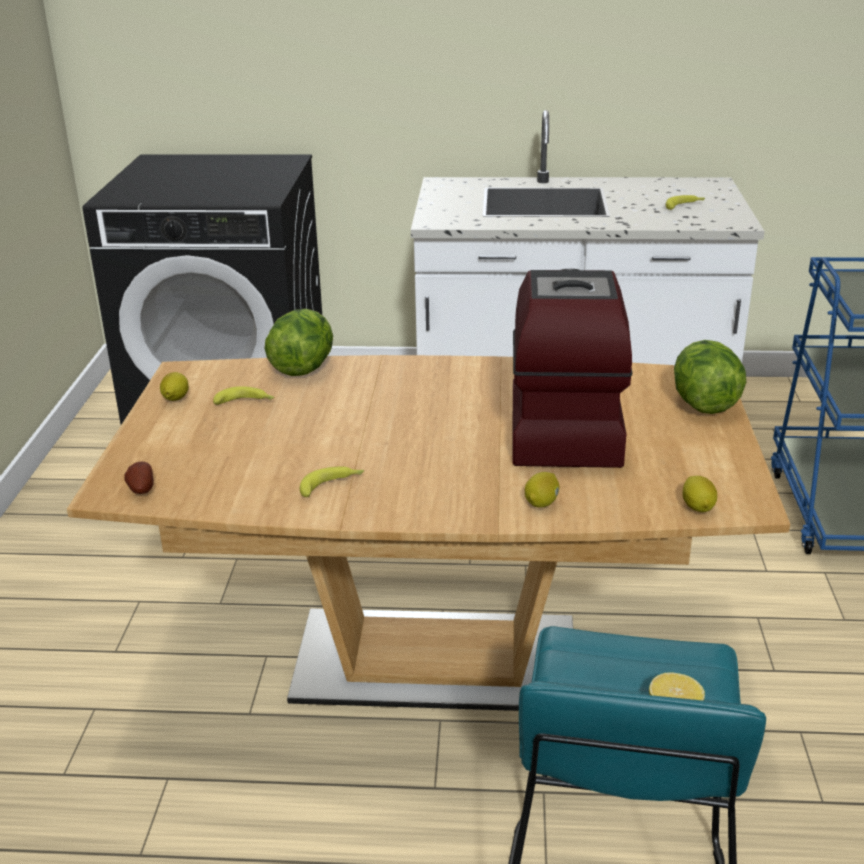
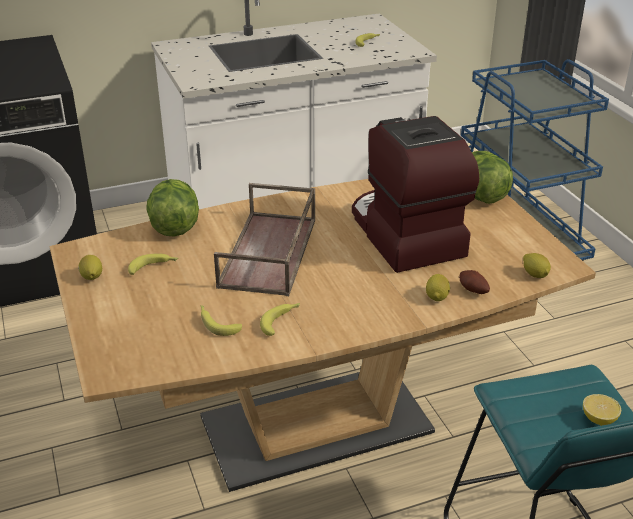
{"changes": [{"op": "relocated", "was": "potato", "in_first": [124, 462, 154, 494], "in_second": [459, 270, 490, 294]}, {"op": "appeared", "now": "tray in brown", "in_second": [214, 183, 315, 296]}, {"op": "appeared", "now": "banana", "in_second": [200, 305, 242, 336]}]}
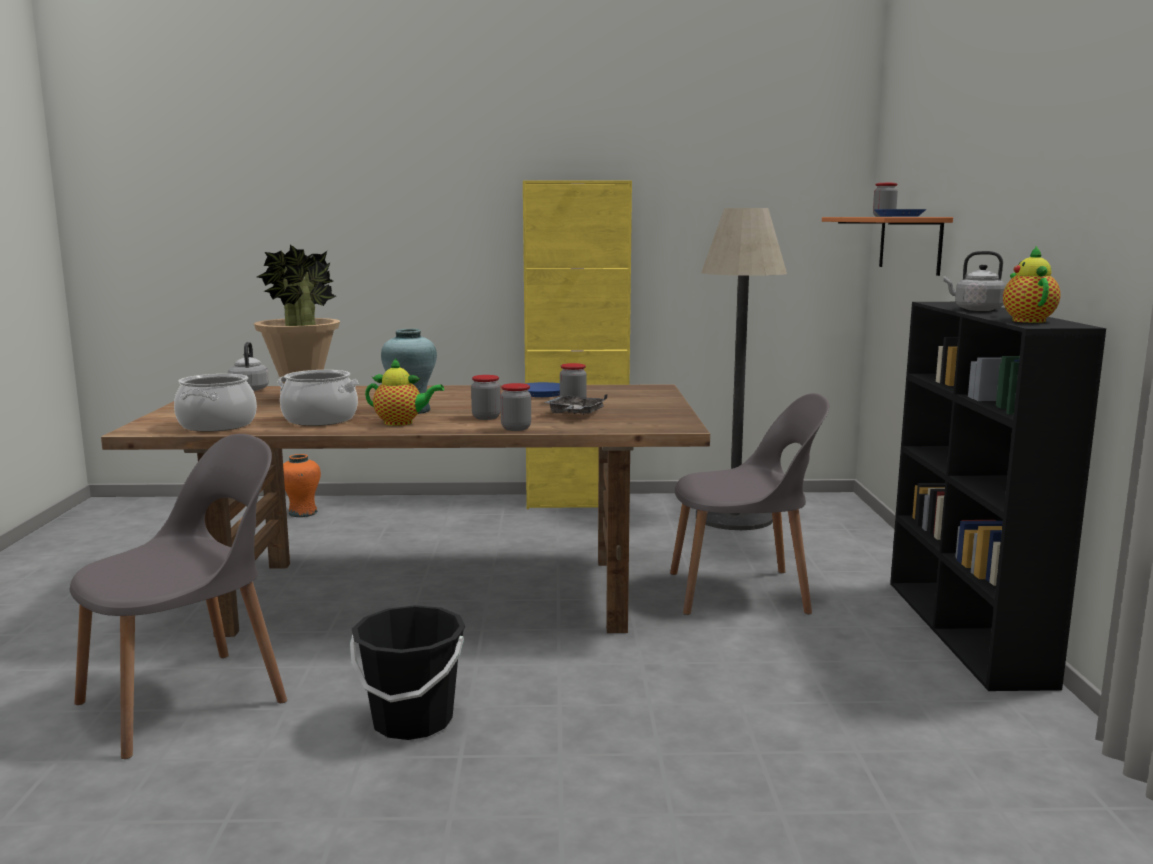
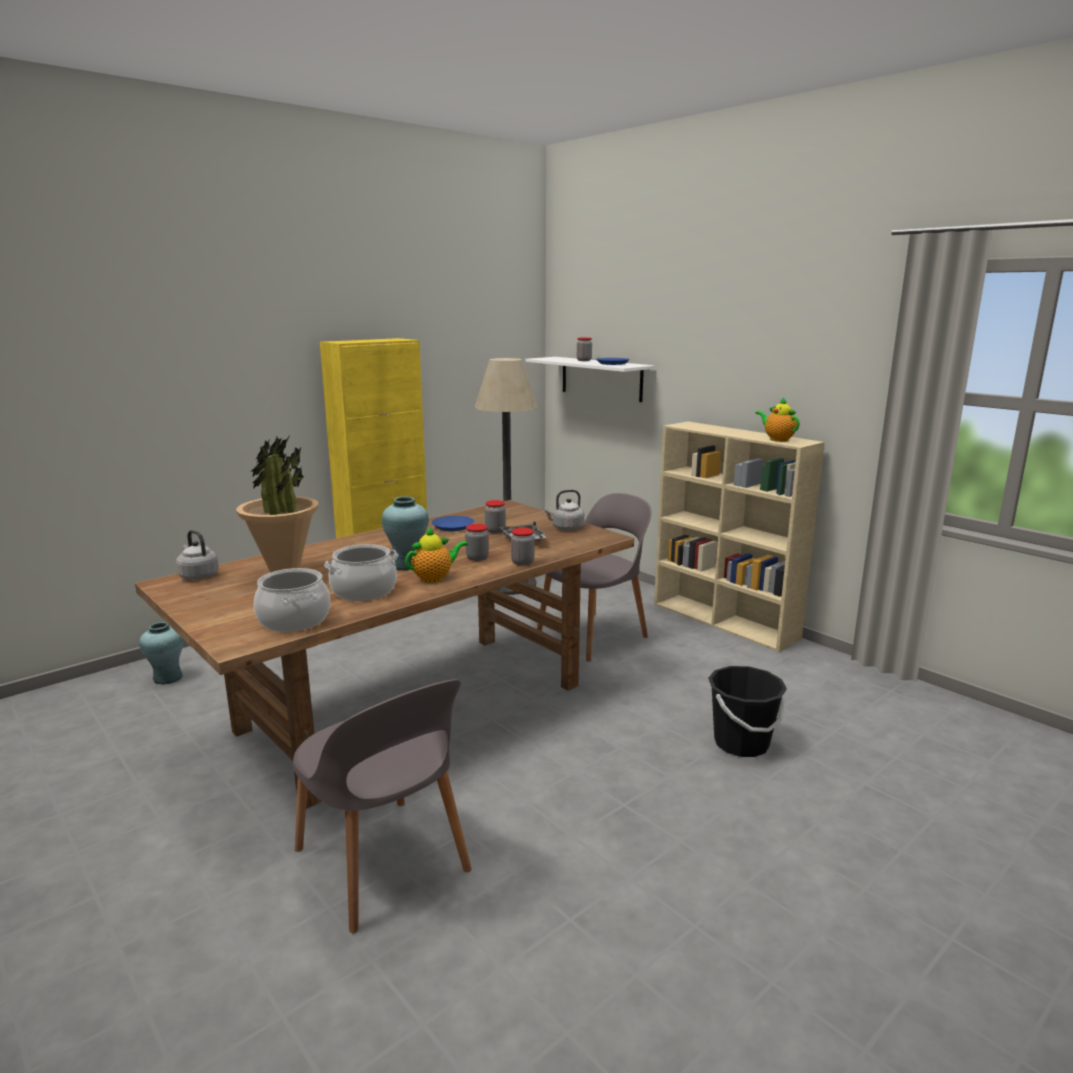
{"changes": [{"op": "colour", "was": "shelf in orange", "now": "shelf in white", "in_first": [822, 217, 953, 276], "in_second": [525, 357, 655, 402]}, {"op": "relocated", "was": "kettle in grey", "in_first": [943, 251, 1006, 311], "in_second": [543, 490, 585, 531]}, {"op": "colour", "was": "bookcase in black", "now": "bookcase in beige", "in_first": [890, 302, 1106, 691], "in_second": [654, 422, 825, 652]}, {"op": "spun", "was": "chair in grey", "in_first": [70, 434, 287, 759], "in_second": [293, 679, 472, 933], "clockwise": 135}, {"op": "colour", "was": "vase in orange", "now": "vase in turquoise", "in_first": [283, 454, 321, 517], "in_second": [139, 622, 184, 684]}, {"op": "relocated", "was": "bucket in black", "in_first": [350, 605, 466, 740], "in_second": [708, 666, 787, 757]}]}
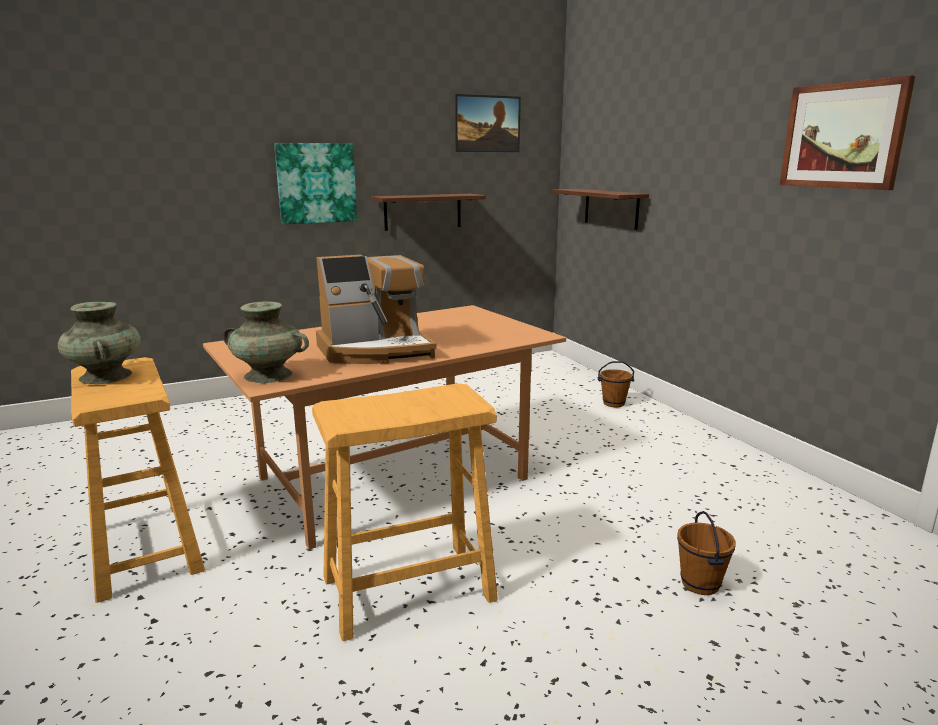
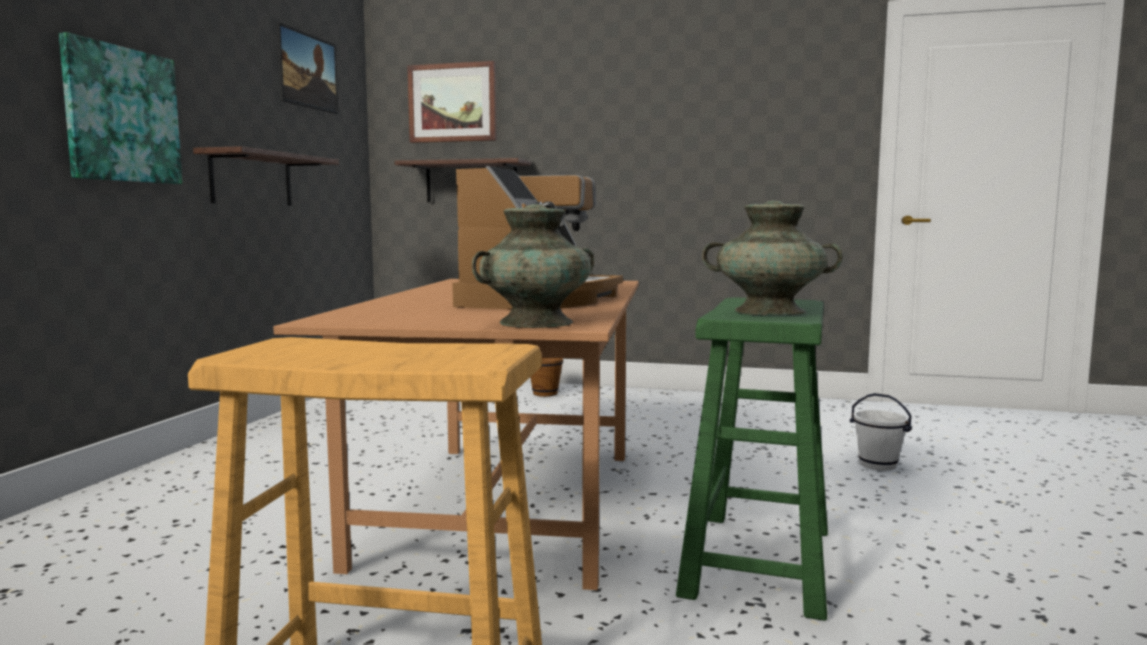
{"changes": [{"op": "relocated", "was": "picture", "in_first": [780, 75, 915, 190], "in_second": [407, 61, 497, 143]}, {"op": "relocated", "was": "vase in turquoise", "in_first": [58, 302, 141, 384], "in_second": [702, 201, 842, 315]}, {"op": "colour", "was": "stool in beige", "now": "stool in green", "in_first": [312, 383, 498, 641], "in_second": [676, 297, 828, 621]}, {"op": "colour", "was": "bucket in brown", "now": "bucket in white", "in_first": [677, 511, 736, 595], "in_second": [850, 393, 912, 471]}]}
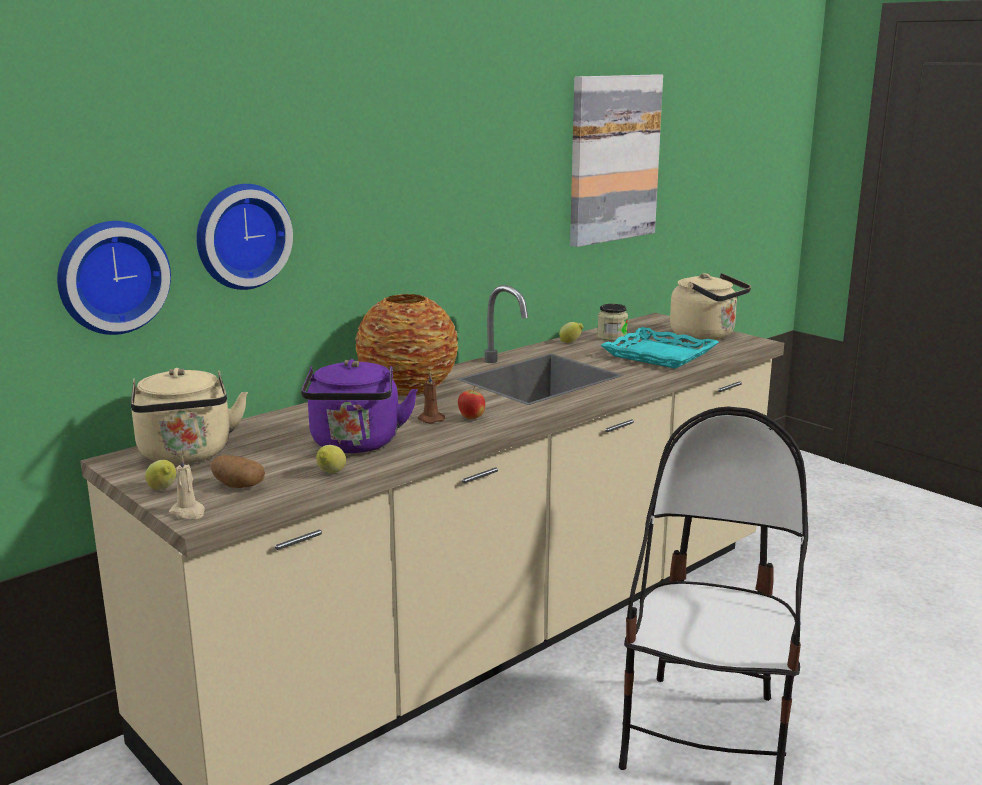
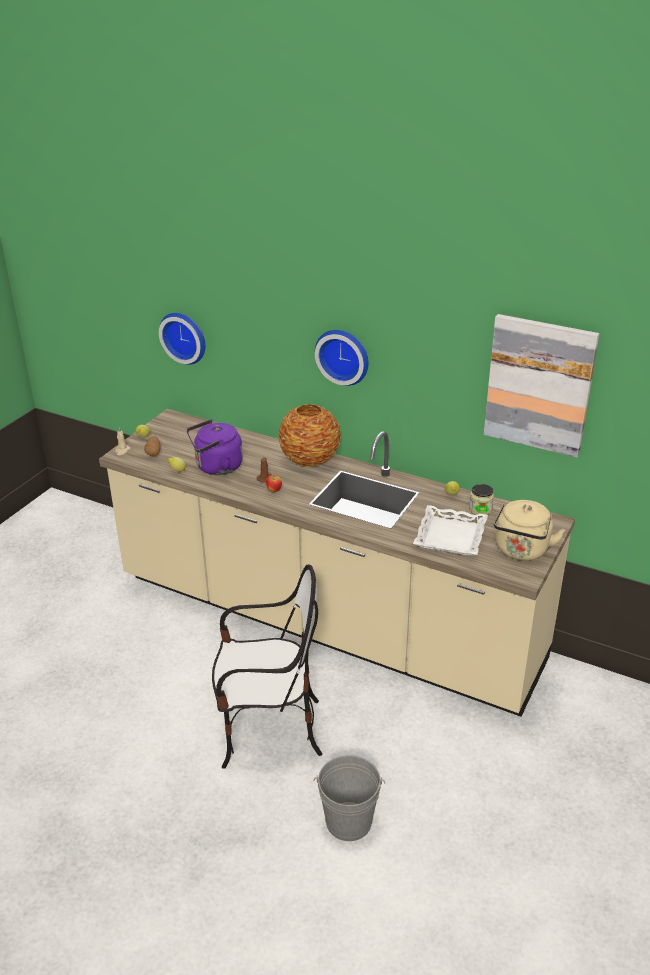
{"changes": [{"op": "relocated", "was": "wall clock", "in_first": [196, 184, 293, 290], "in_second": [315, 330, 368, 386]}, {"op": "colour", "was": "tray in turquoise", "now": "tray in white", "in_first": [601, 327, 719, 369], "in_second": [413, 505, 488, 556]}, {"op": "missing", "was": "kettle in beige", "in_first": [131, 368, 248, 464]}, {"op": "appeared", "now": "bucket in grey", "in_second": [313, 755, 385, 841]}]}
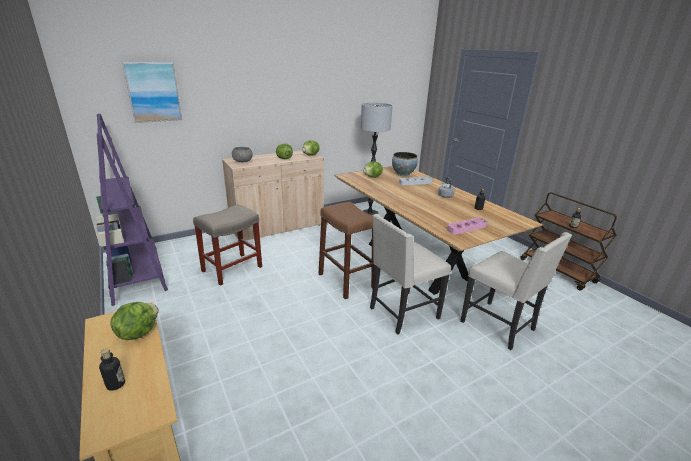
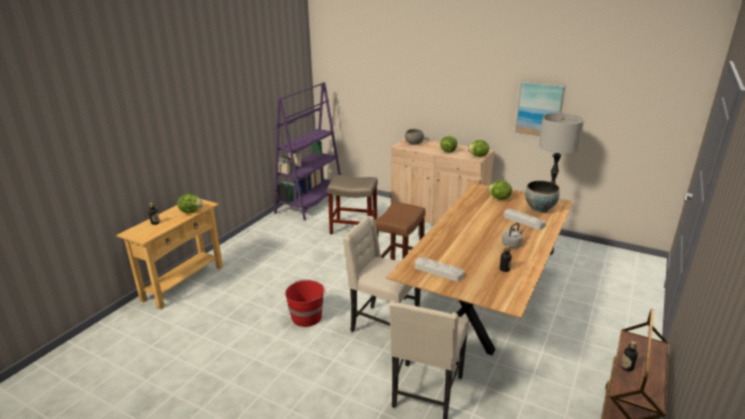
{"changes": [{"op": "relocated", "was": "picture", "in_first": [122, 62, 182, 123], "in_second": [515, 81, 566, 136]}, {"op": "colour", "was": "tray in pink", "now": "tray in grey", "in_first": [447, 218, 487, 234], "in_second": [415, 257, 464, 281]}, {"op": "appeared", "now": "bucket in red", "in_second": [285, 280, 326, 327]}]}
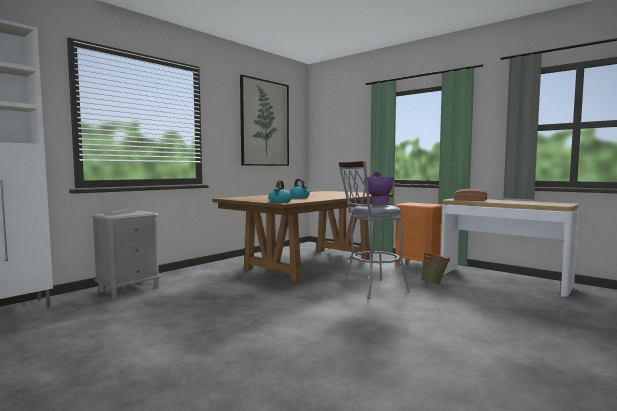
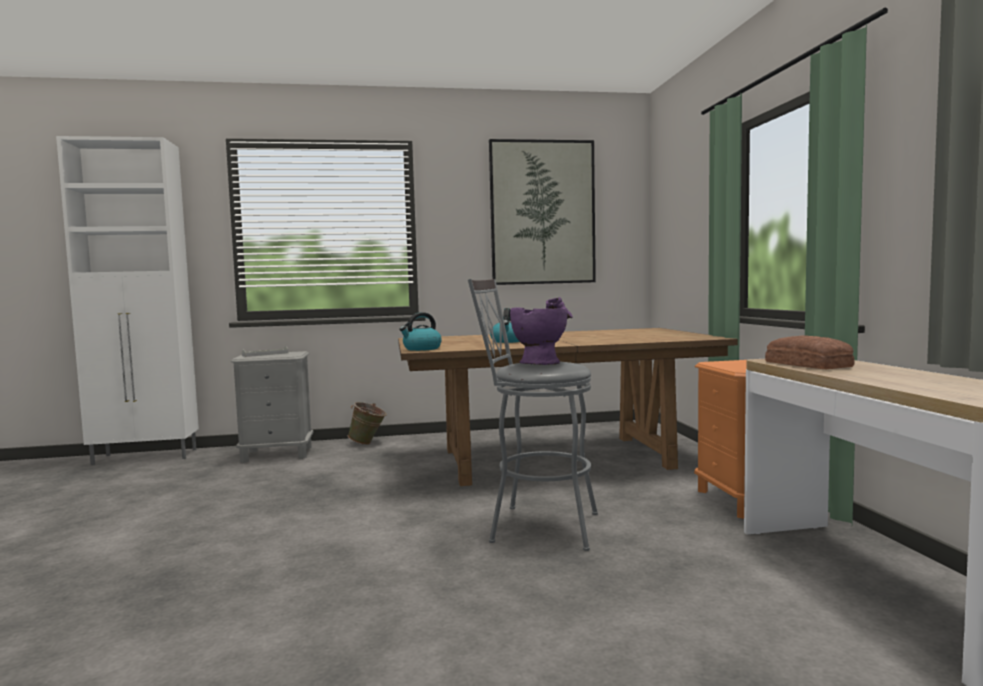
{"changes": [{"op": "relocated", "was": "bucket in green", "in_first": [421, 253, 450, 285], "in_second": [348, 402, 387, 445]}]}
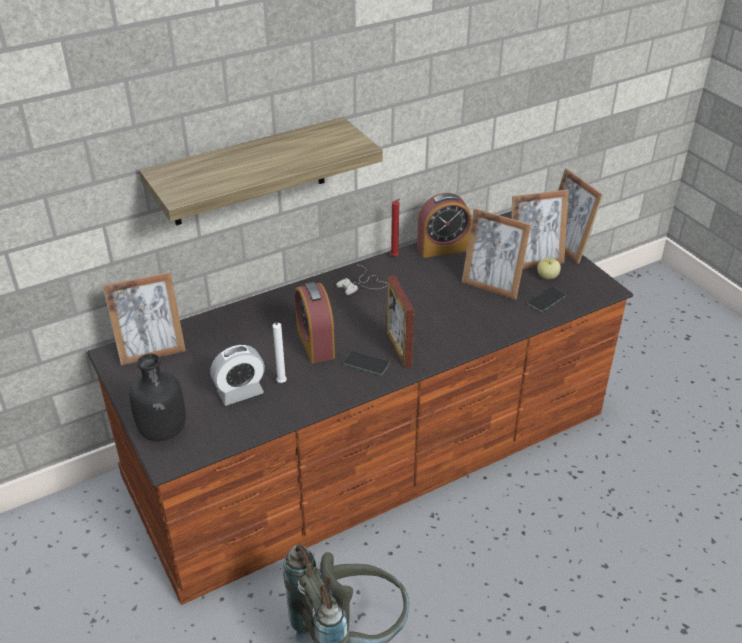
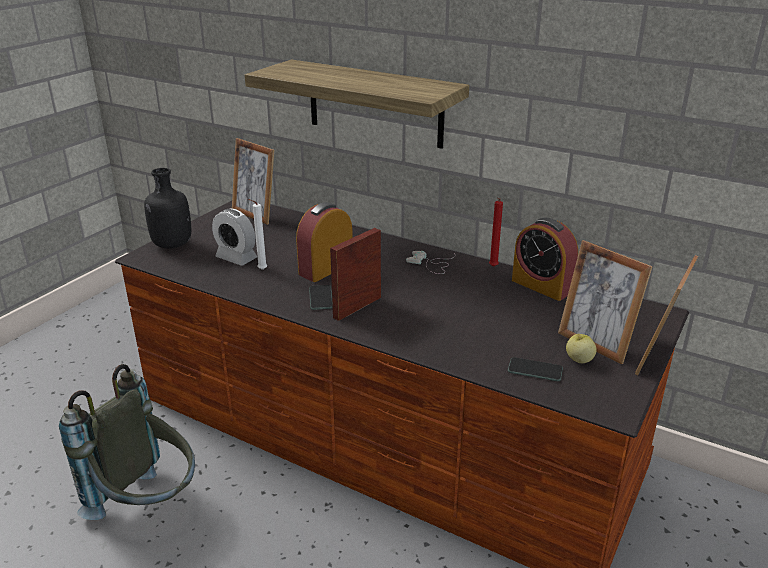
{"changes": [{"op": "missing", "was": "picture frame", "in_first": [462, 208, 531, 300]}]}
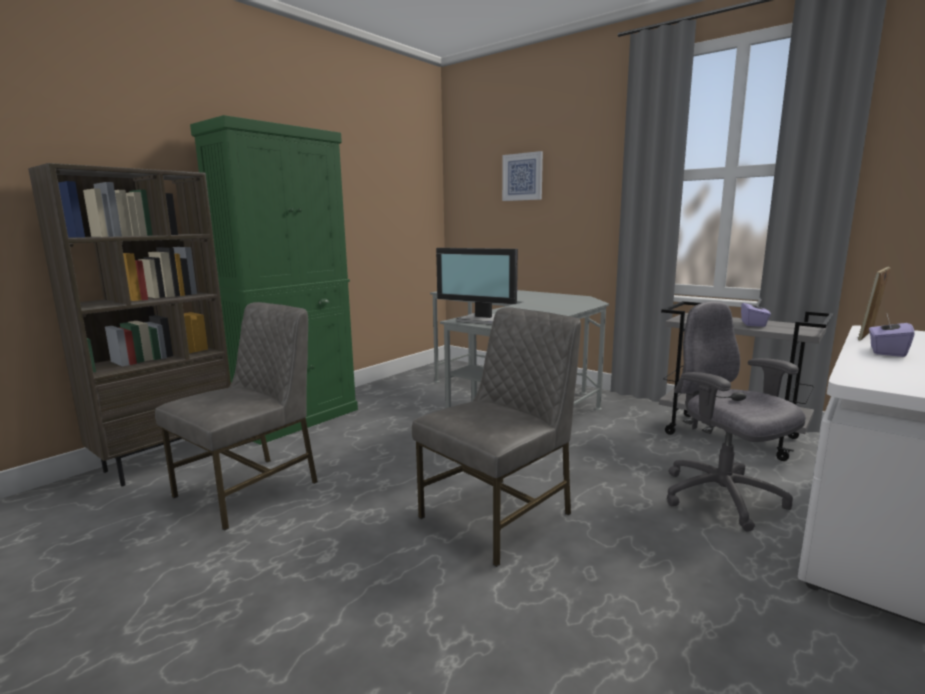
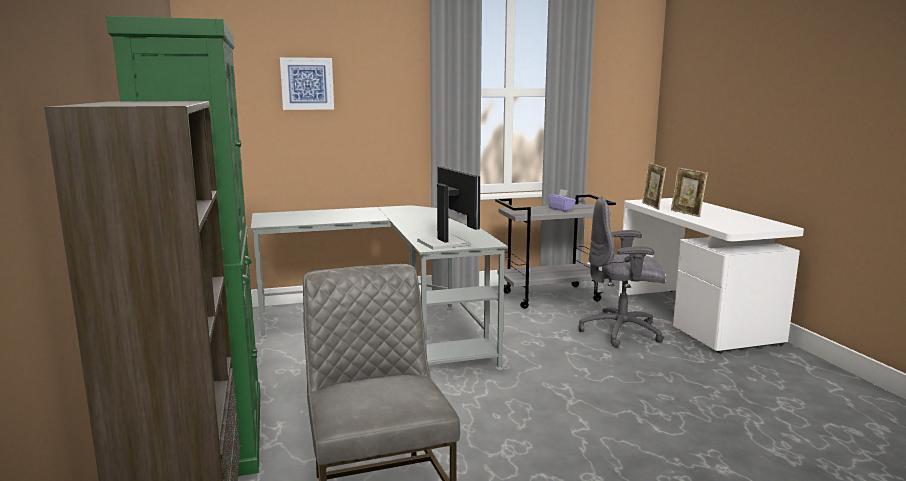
{"changes": [{"op": "spun", "was": "monitor", "in_first": [436, 248, 518, 325], "in_second": [417, 167, 480, 250], "clockwise": -90}, {"op": "missing", "was": "chair in grey", "in_first": [412, 307, 581, 567]}, {"op": "exchanged", "was": "tissue box in purple", "now": "picture frame", "in_first": [869, 315, 914, 357], "in_second": [671, 167, 708, 217]}]}
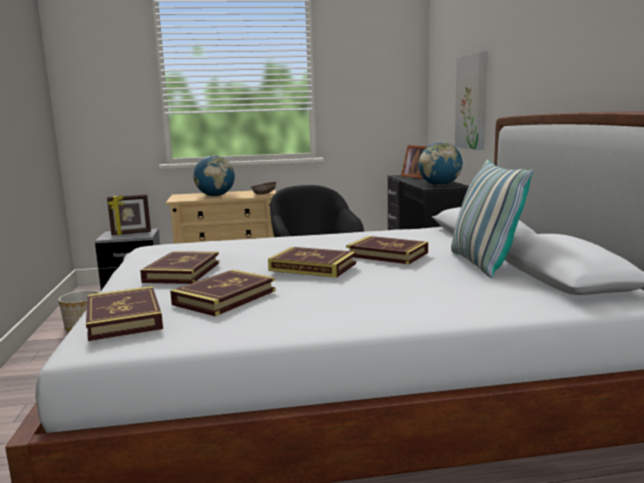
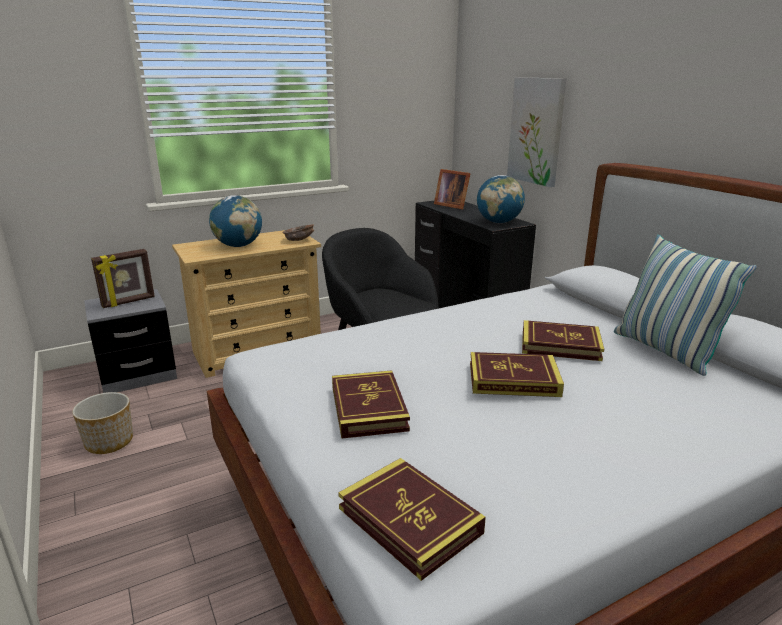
{"changes": [{"op": "missing", "was": "book", "in_first": [170, 270, 276, 316]}]}
